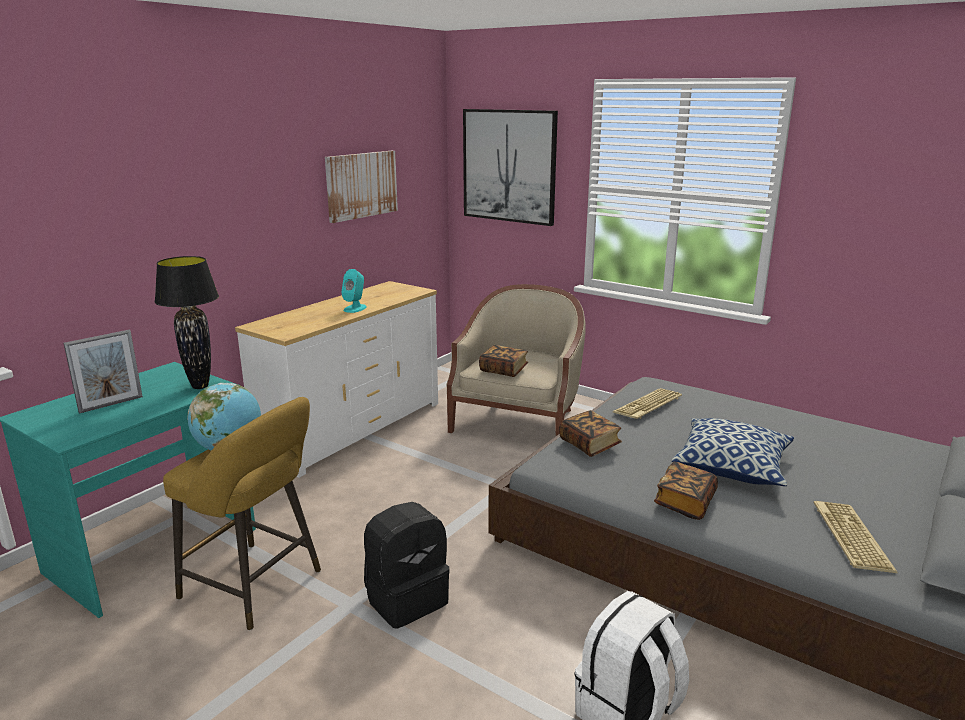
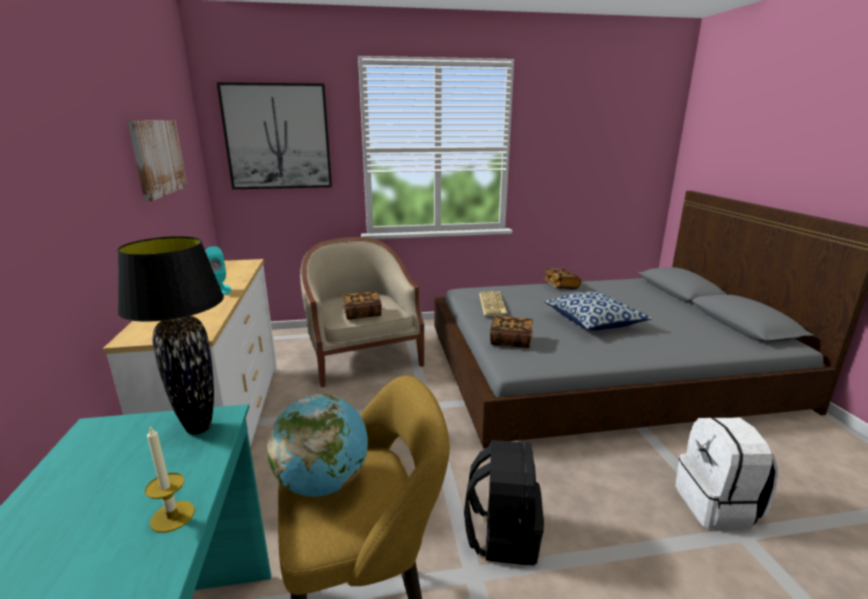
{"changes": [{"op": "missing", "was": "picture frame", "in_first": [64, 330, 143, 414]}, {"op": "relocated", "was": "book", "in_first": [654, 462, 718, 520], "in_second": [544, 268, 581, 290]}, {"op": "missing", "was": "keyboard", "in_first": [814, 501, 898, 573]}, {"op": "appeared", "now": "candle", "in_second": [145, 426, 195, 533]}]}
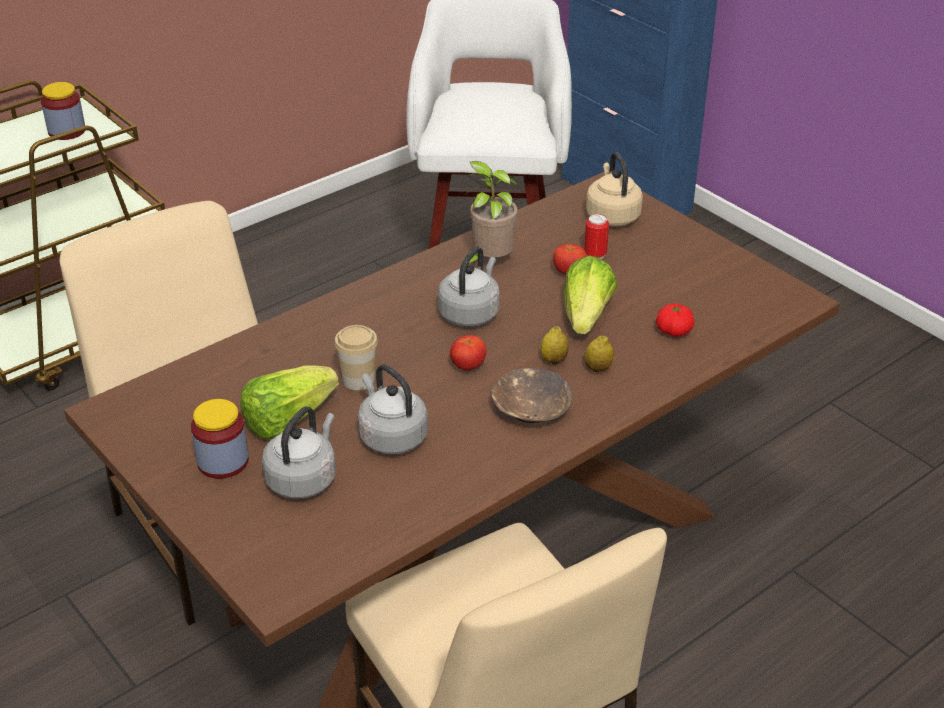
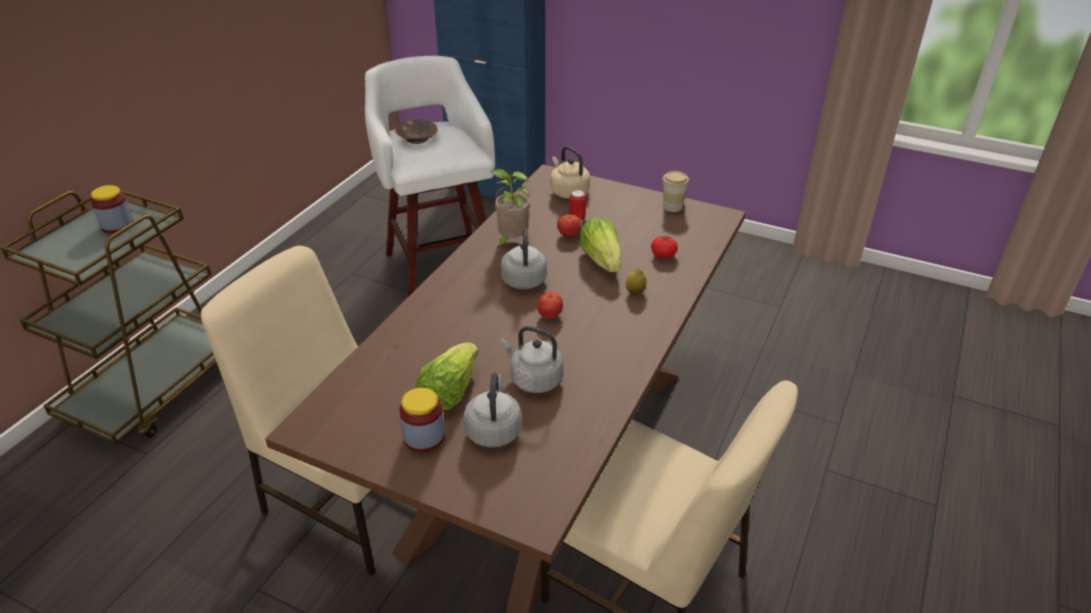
{"changes": [{"op": "relocated", "was": "cup", "in_first": [334, 325, 378, 390], "in_second": [662, 171, 689, 212]}, {"op": "missing", "was": "lemon", "in_first": [541, 326, 569, 365]}, {"op": "relocated", "was": "bowl in brown", "in_first": [492, 368, 573, 423], "in_second": [395, 120, 438, 144]}]}
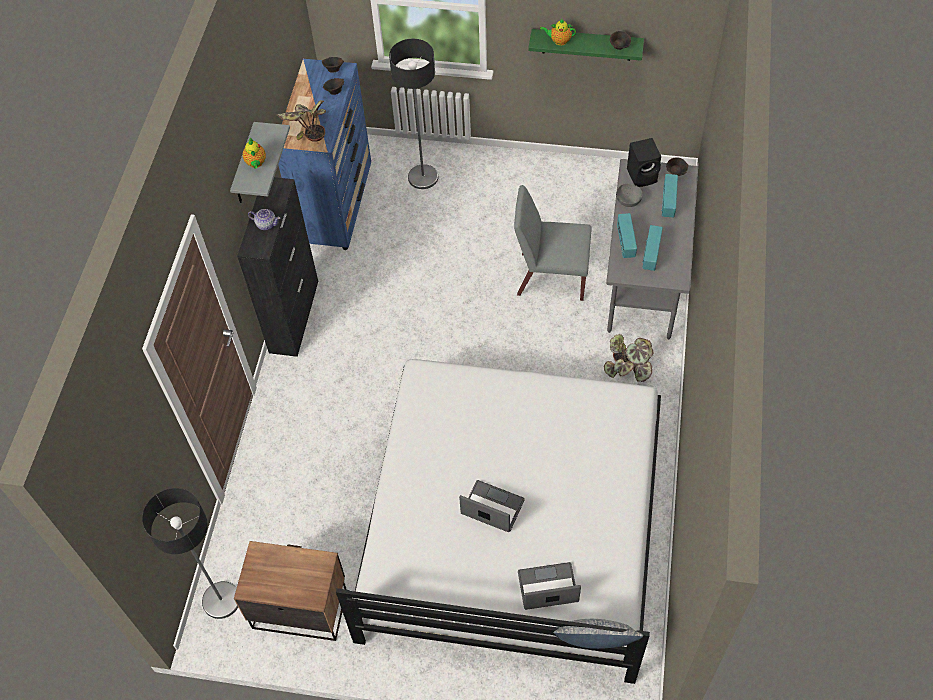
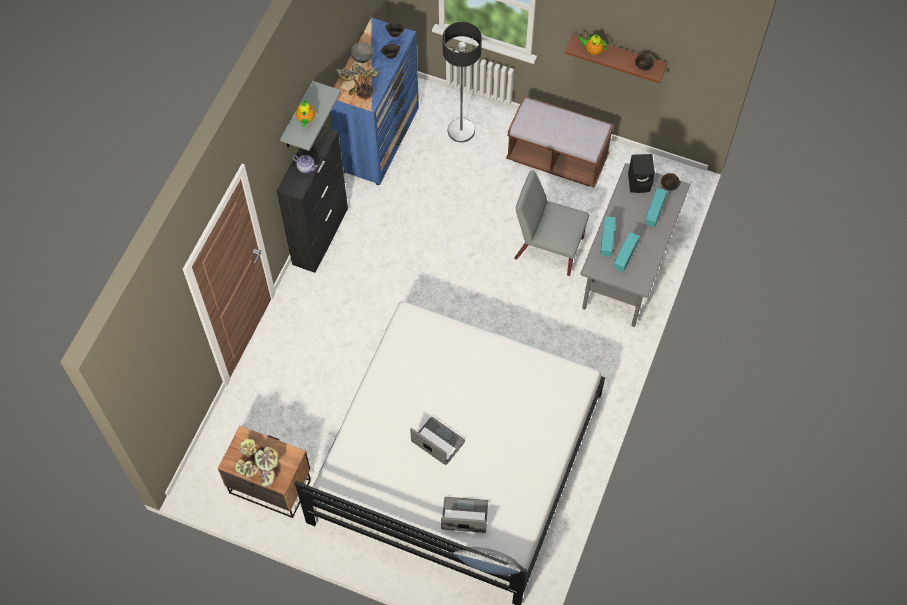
{"changes": [{"op": "colour", "was": "shelf in green", "now": "shelf in brown", "in_first": [528, 29, 644, 61], "in_second": [565, 34, 667, 83]}, {"op": "relocated", "was": "bowl in grey", "in_first": [616, 183, 643, 207], "in_second": [351, 42, 373, 63]}, {"op": "relocated", "was": "potted plant", "in_first": [604, 334, 653, 382], "in_second": [235, 439, 279, 488]}, {"op": "missing", "was": "floor lamp", "in_first": [142, 488, 238, 619]}, {"op": "appeared", "now": "bench in brown", "in_second": [506, 96, 614, 188]}]}
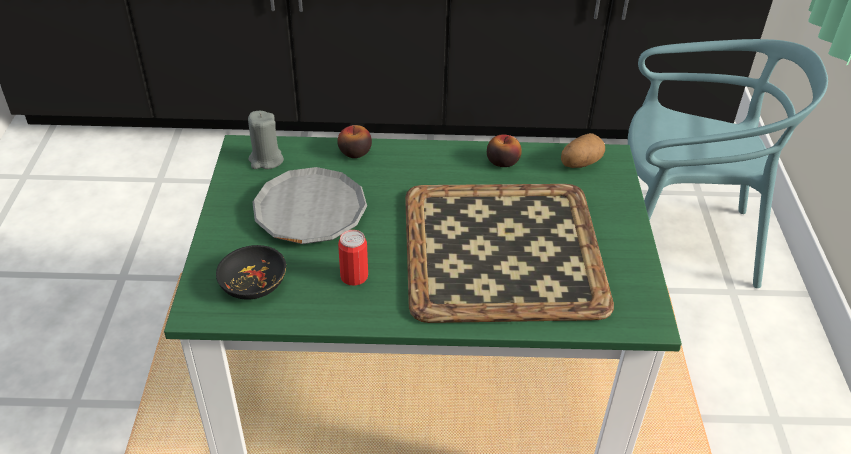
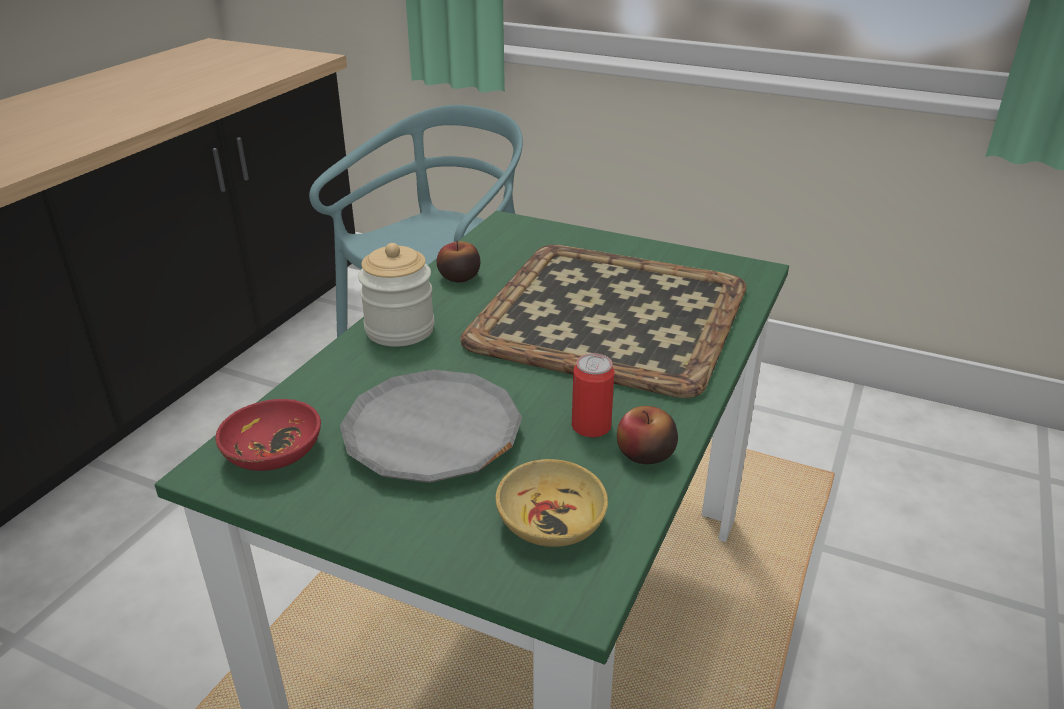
{"changes": [{"op": "exchanged", "was": "candle in grey", "now": "bowl in red", "in_first": [248, 111, 284, 169], "in_second": [215, 399, 321, 471]}, {"op": "relocated", "was": "apple", "in_first": [337, 125, 372, 158], "in_second": [617, 406, 678, 464]}, {"op": "missing", "was": "potato", "in_first": [561, 133, 605, 168]}, {"op": "colour", "was": "bowl in black", "now": "bowl in beige", "in_first": [216, 245, 286, 300], "in_second": [495, 459, 608, 547]}, {"op": "appeared", "now": "jar", "in_second": [358, 243, 434, 347]}]}
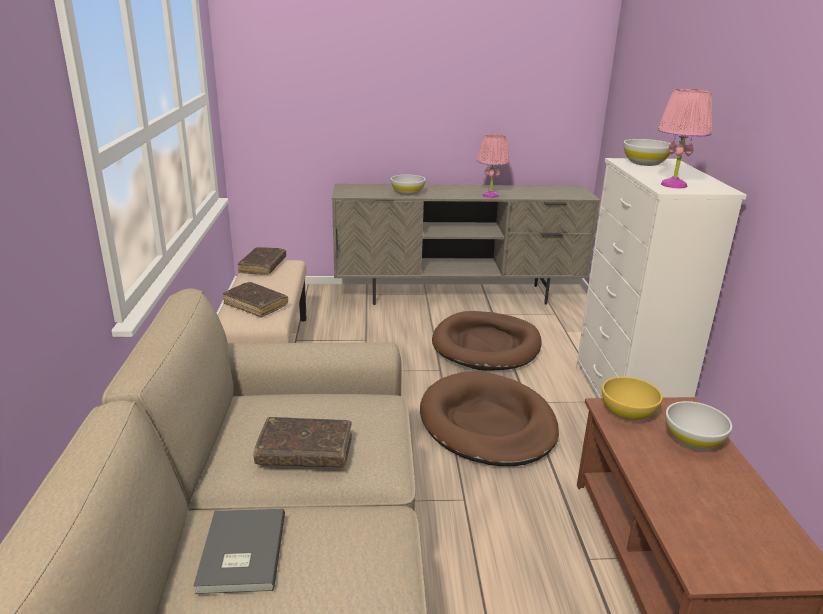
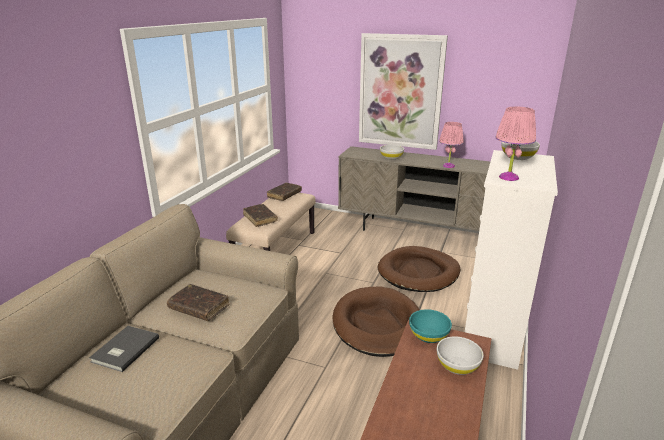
{"changes": [{"op": "colour", "was": "bowl in yellow", "now": "bowl in turquoise", "in_first": [602, 377, 663, 421], "in_second": [409, 309, 452, 343]}, {"op": "appeared", "now": "picture", "in_second": [359, 33, 448, 150]}]}
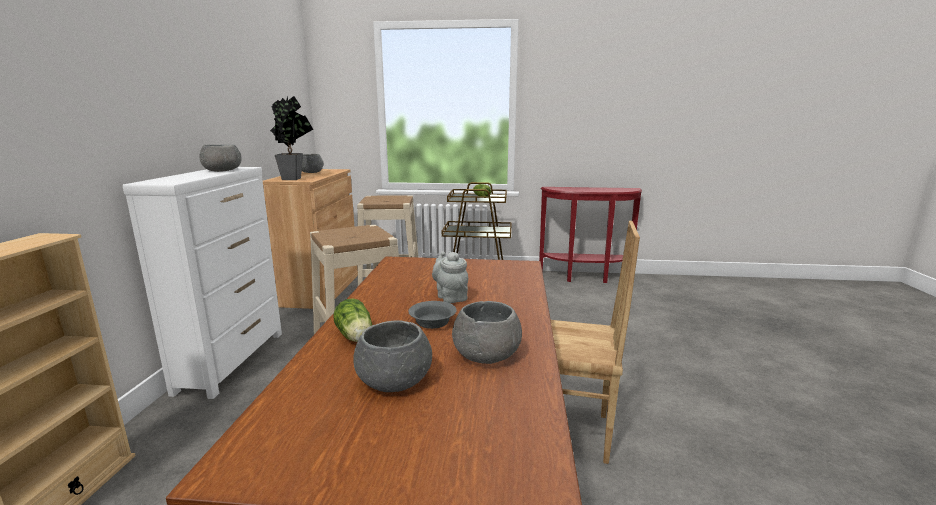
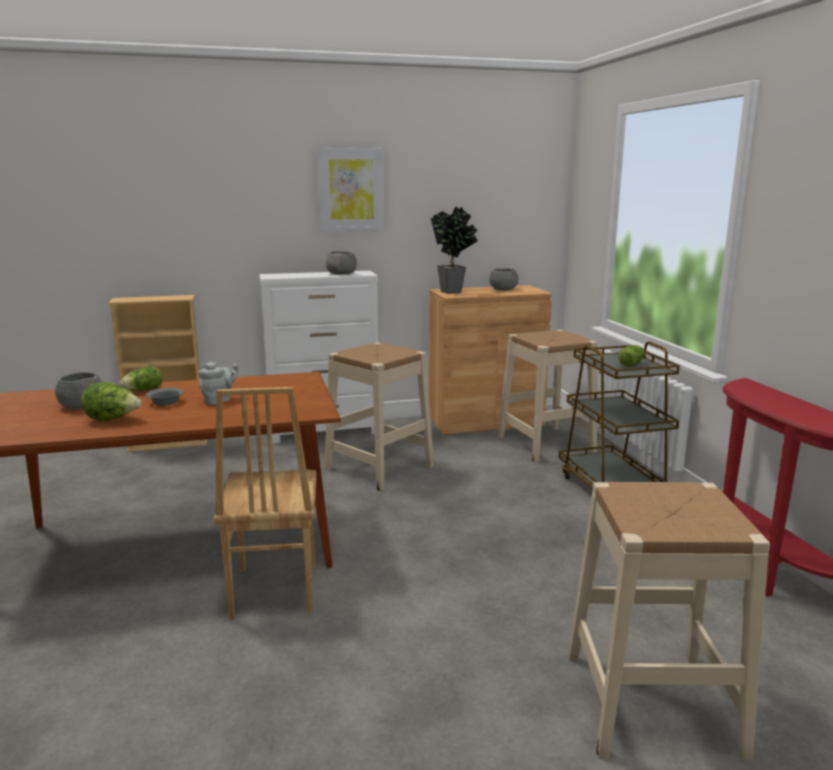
{"changes": [{"op": "exchanged", "was": "bowl in grey", "now": "lettuce", "in_first": [452, 301, 522, 364], "in_second": [81, 382, 142, 421]}, {"op": "appeared", "now": "picture", "in_second": [317, 147, 385, 231]}, {"op": "appeared", "now": "stool in beige", "in_second": [568, 482, 770, 760]}]}
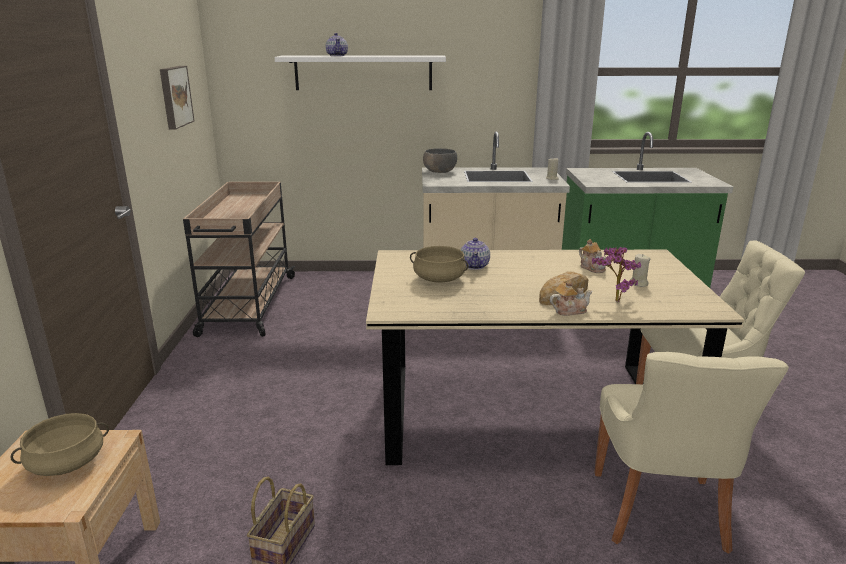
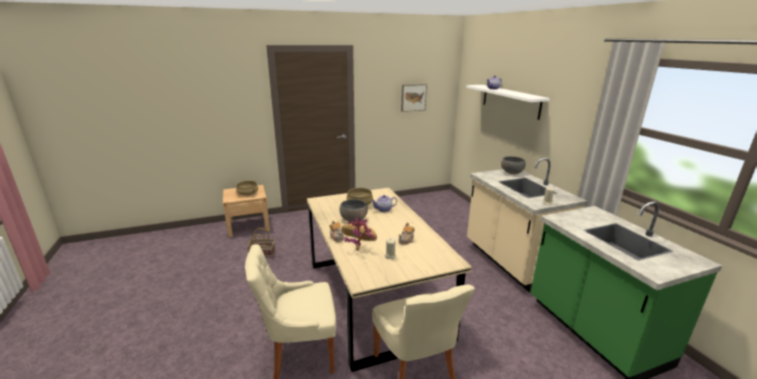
{"changes": [{"op": "missing", "was": "cart in beige", "in_first": [183, 182, 296, 337]}, {"op": "appeared", "now": "bowl in grey", "in_second": [340, 199, 368, 221]}]}
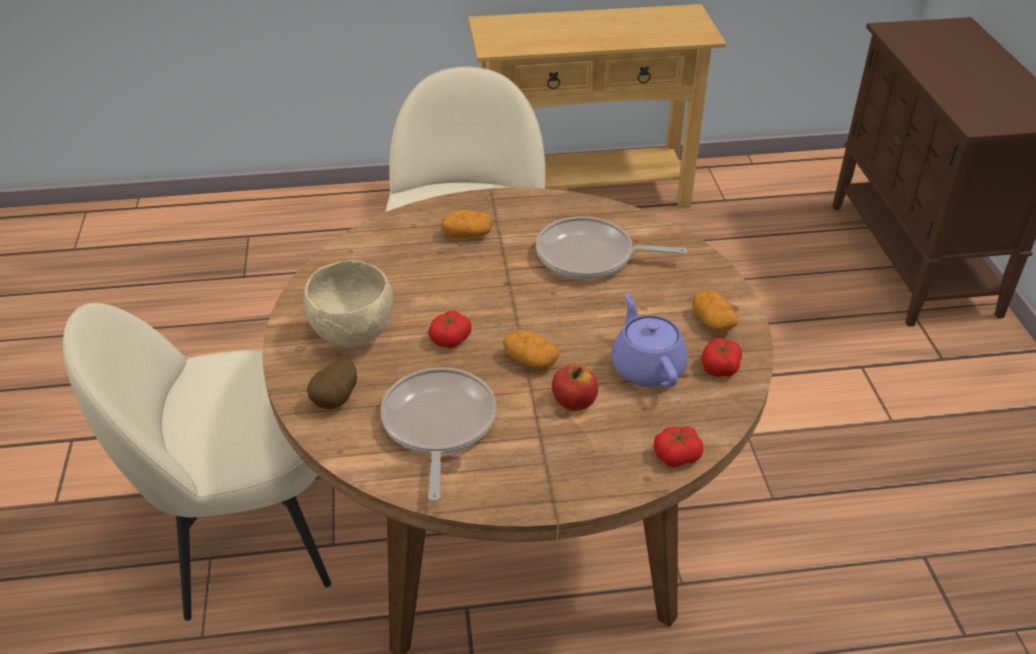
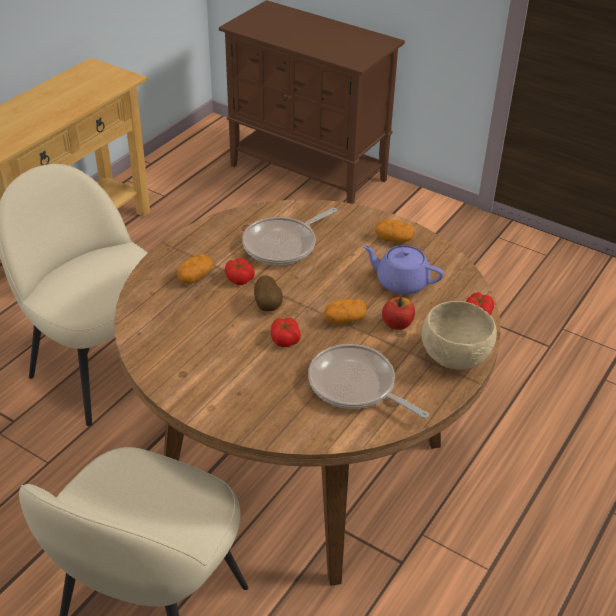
{"changes": [{"op": "relocated", "was": "bowl in beige", "in_first": [303, 260, 393, 348], "in_second": [421, 301, 497, 370]}, {"op": "relocated", "was": "tomato", "in_first": [701, 337, 742, 377], "in_second": [225, 258, 255, 285]}, {"op": "relocated", "was": "potato", "in_first": [307, 359, 357, 409], "in_second": [254, 275, 283, 312]}]}
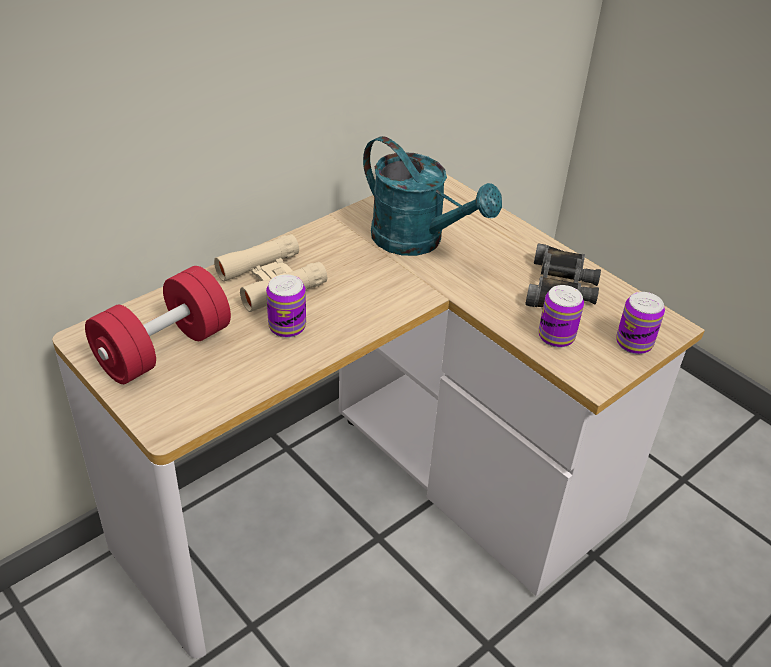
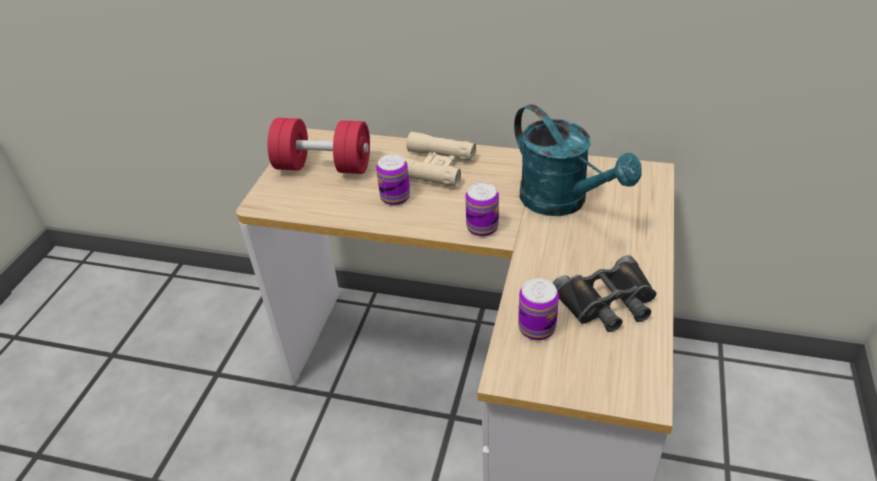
{"changes": [{"op": "spun", "was": "watering can in turquoise", "in_first": [363, 136, 502, 256], "in_second": [514, 104, 642, 216], "clockwise": -45}, {"op": "relocated", "was": "can", "in_first": [616, 292, 665, 354], "in_second": [465, 182, 499, 237]}]}
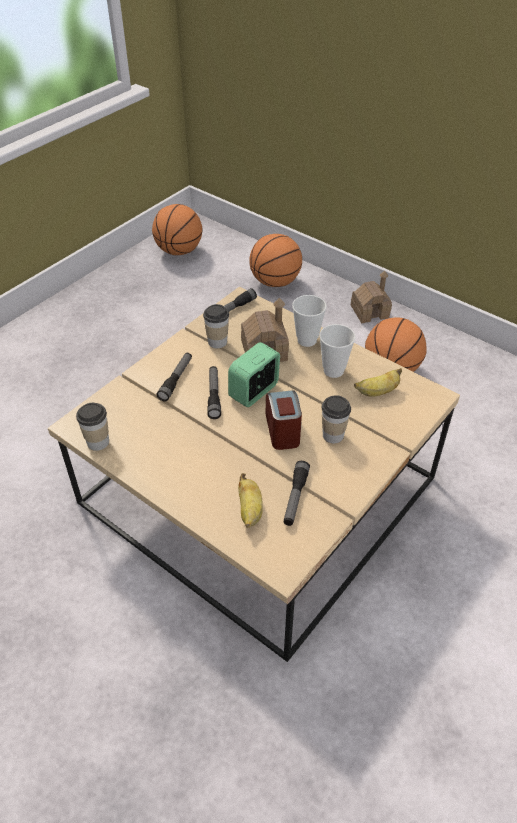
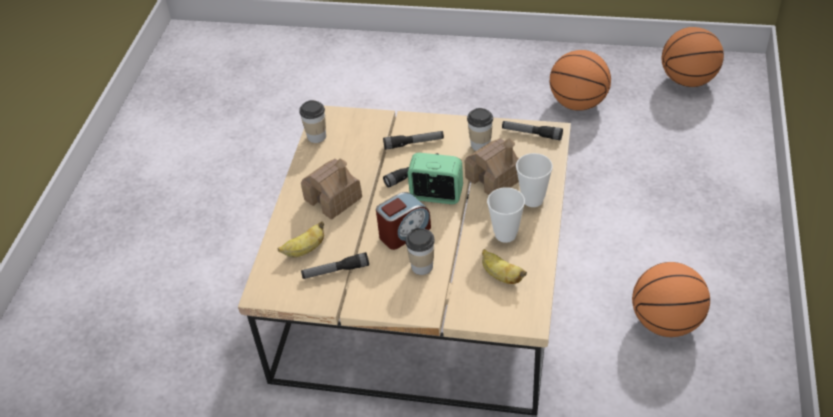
{"changes": [{"op": "relocated", "was": "basketball", "in_first": [249, 234, 302, 287], "in_second": [550, 50, 611, 111]}, {"op": "relocated", "was": "toy house", "in_first": [351, 271, 392, 324], "in_second": [301, 158, 362, 220]}]}
